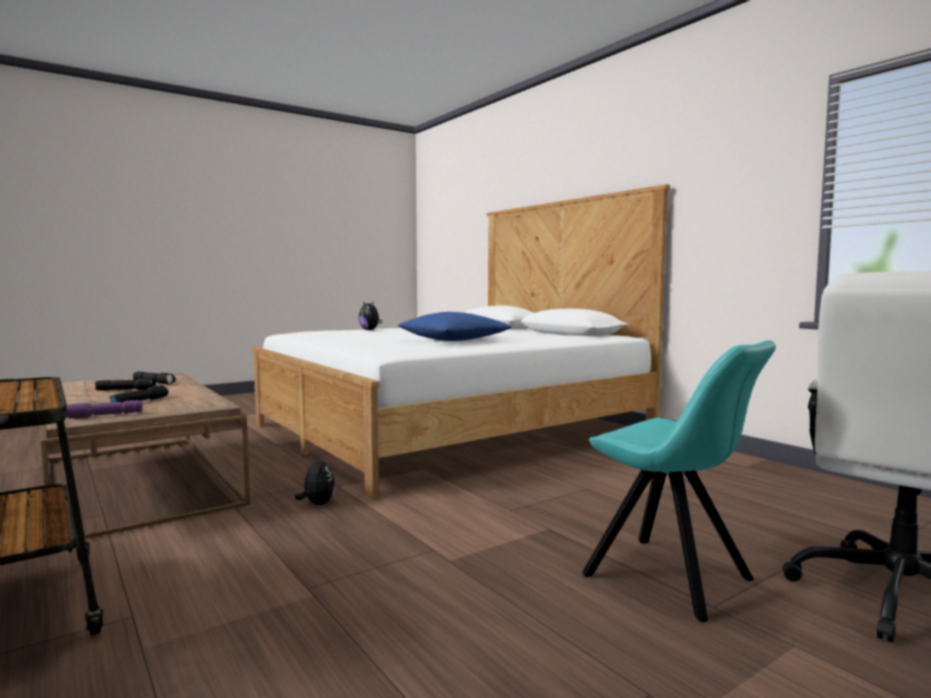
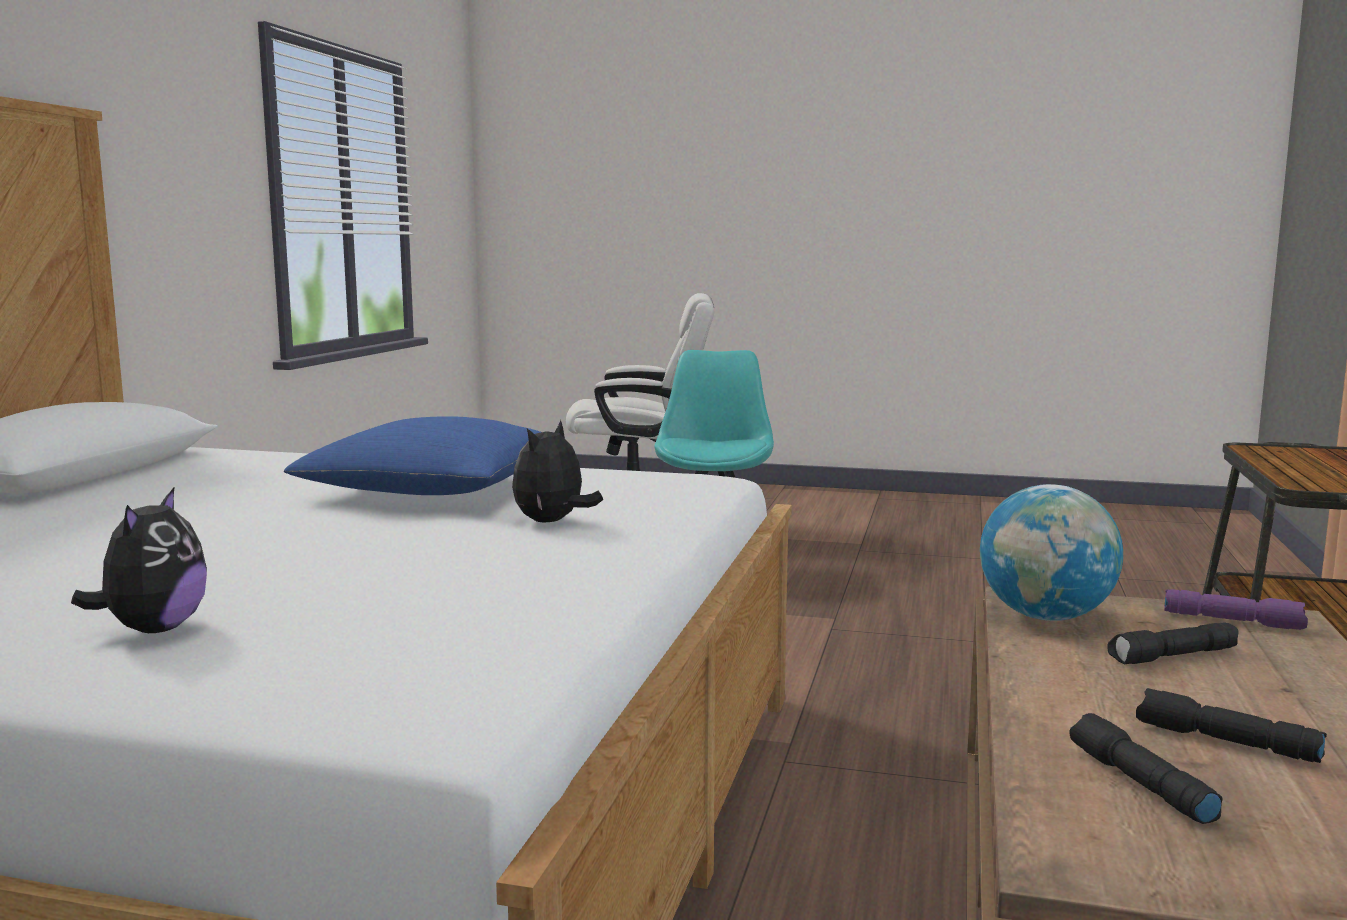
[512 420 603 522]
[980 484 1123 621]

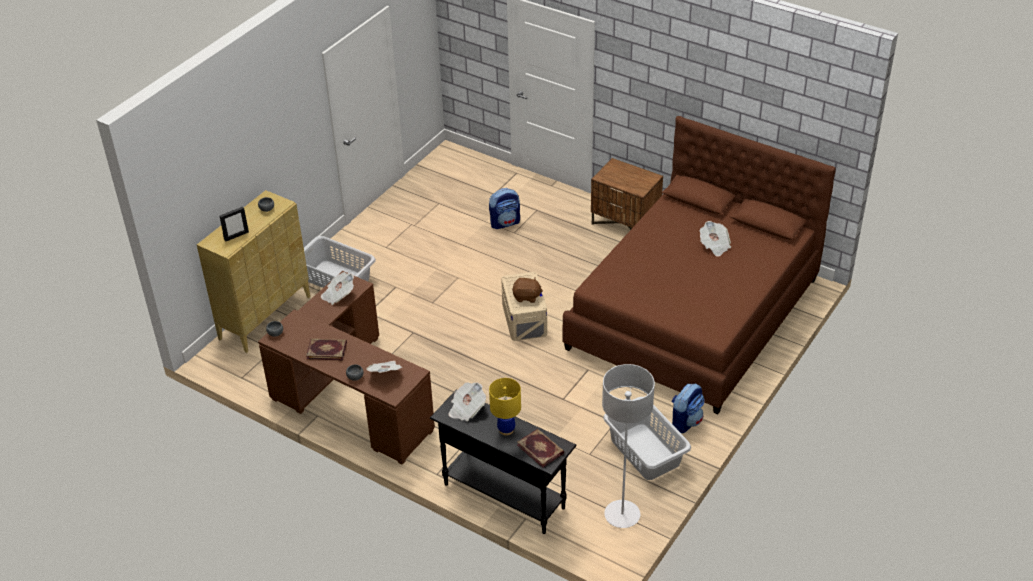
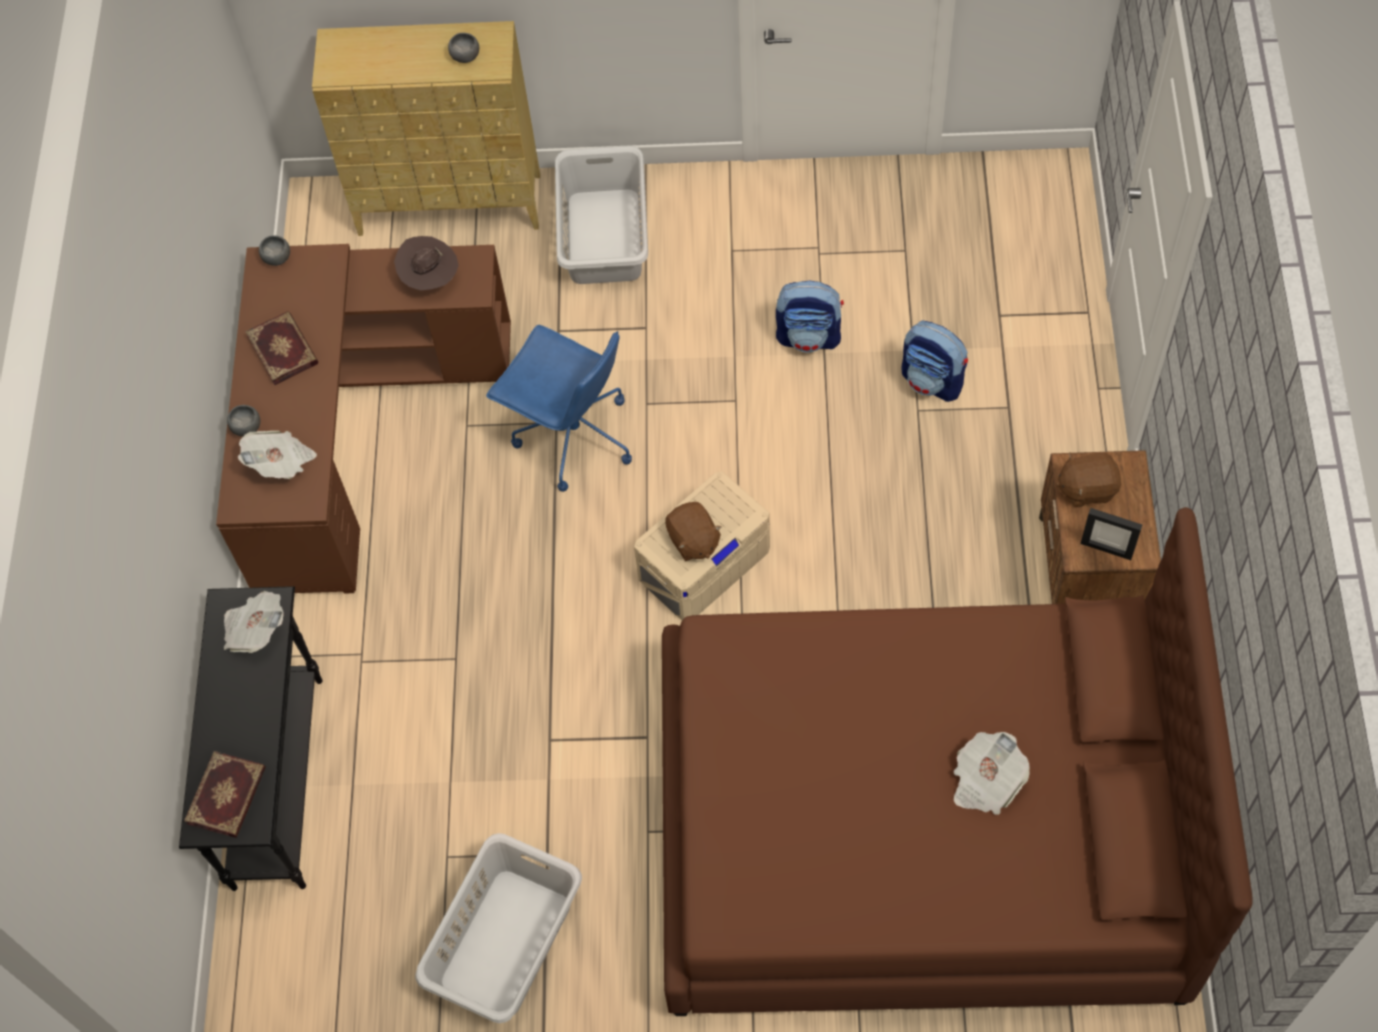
[1081 508 1142 560]
[394 236 459 290]
[489 378 521 435] (first image)
[602 364 655 528] (first image)
[776 281 844 353]
[486 325 632 492]
[1055 452 1121 507]

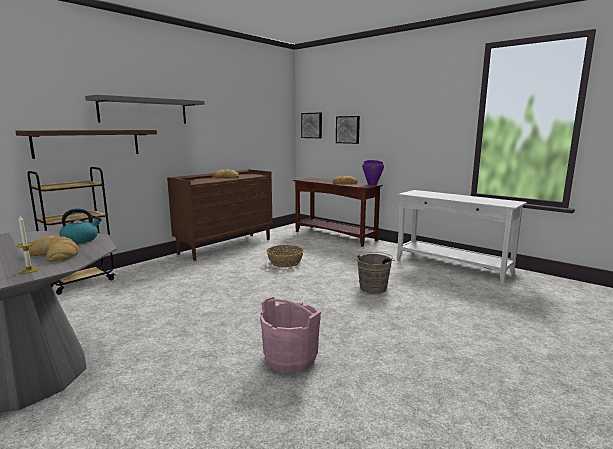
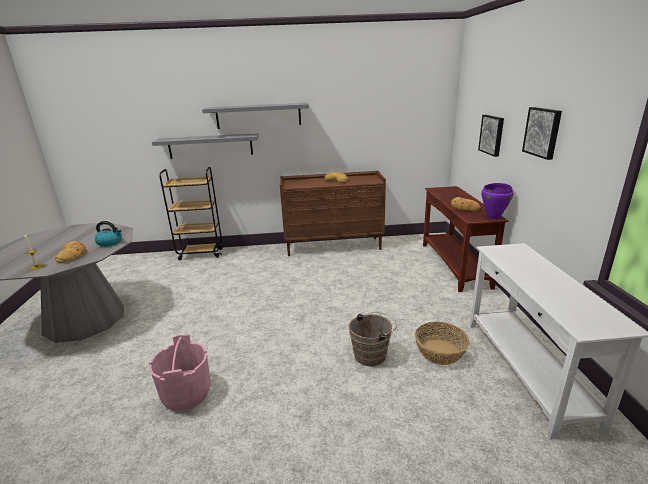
[152 133 259 159]
[415 322 469 365]
[522 107 562 160]

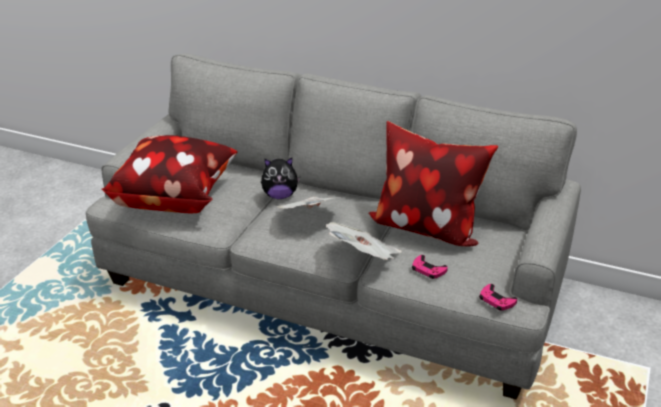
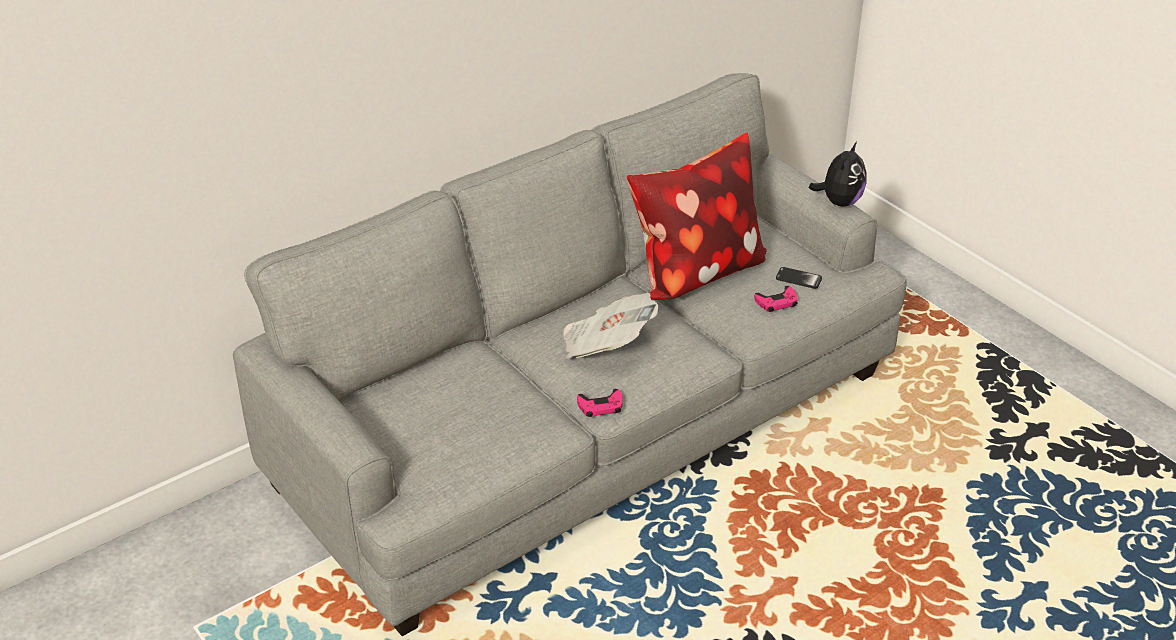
[102 135 237 213] (first image)
[809 142 867 207]
[326 222 402 260] (first image)
[577 389 622 417]
[776 267 822 289]

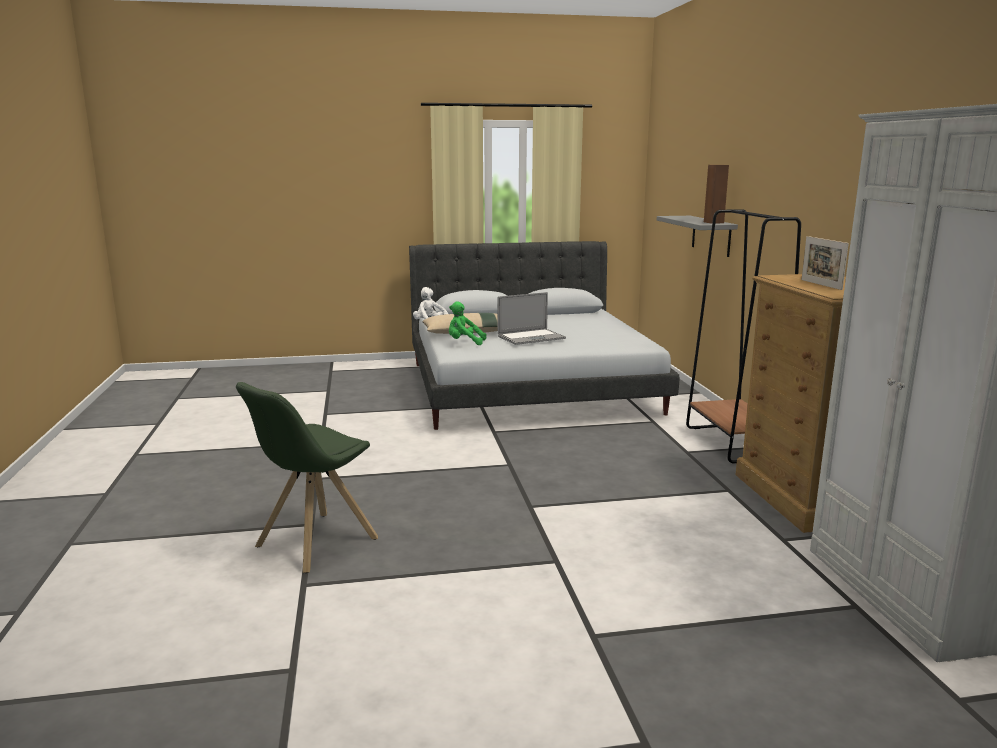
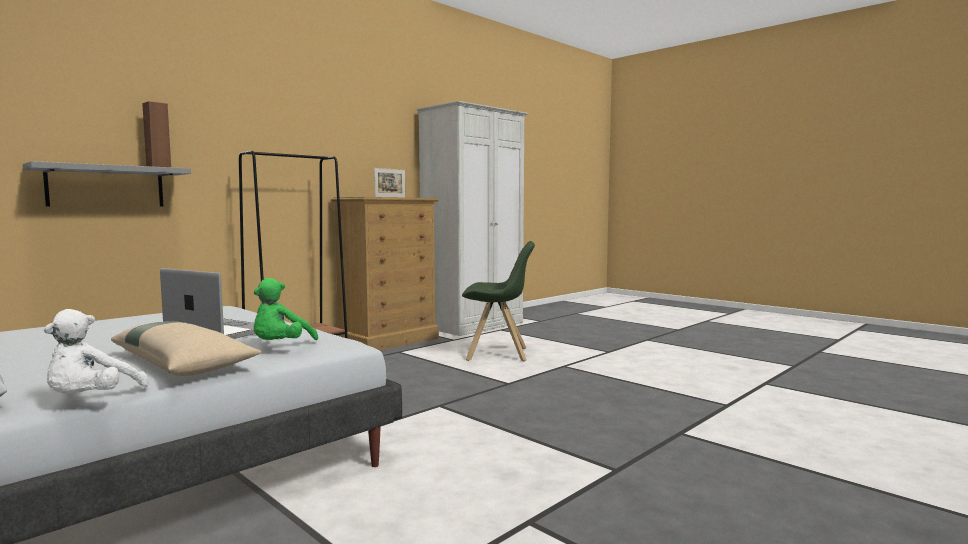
[462 241 535 361]
[254 278 318 340]

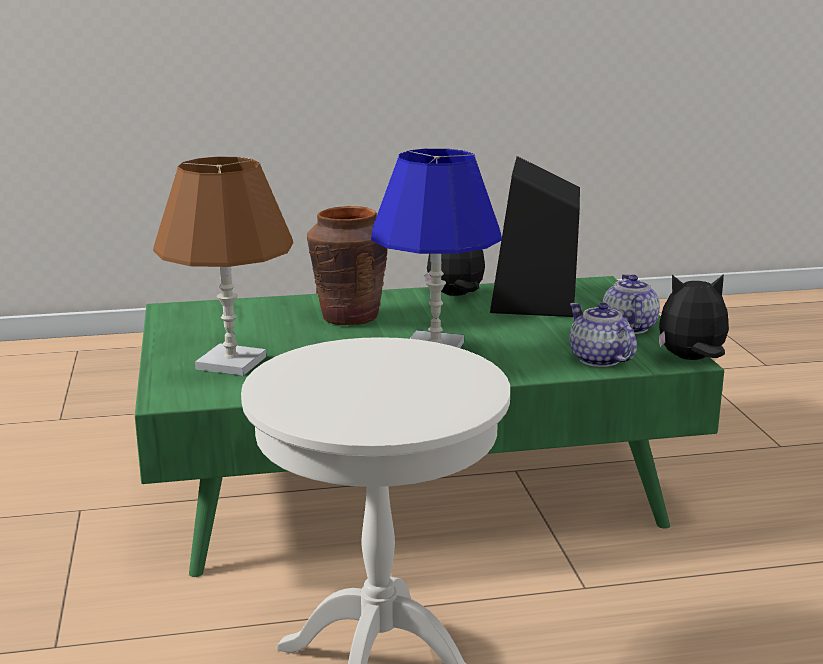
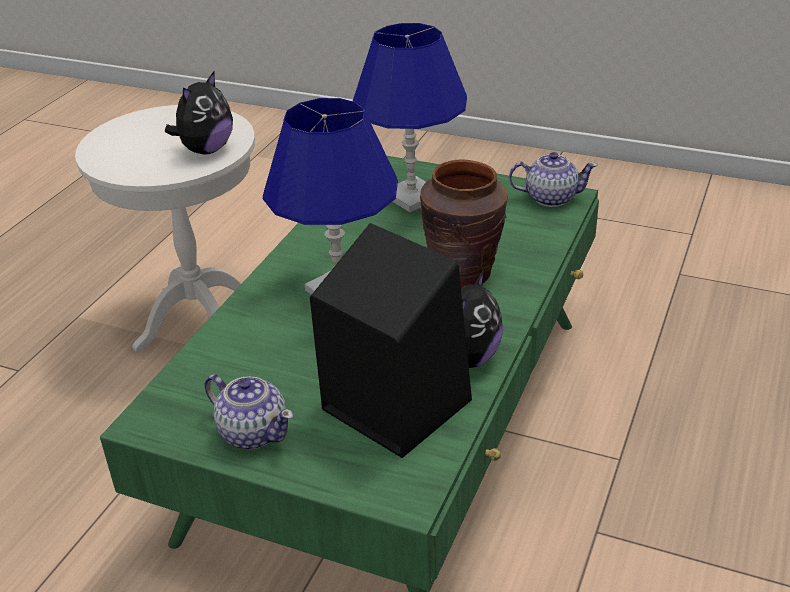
[353 23 467 212]
[509 152 598 207]
[165 71 233 154]

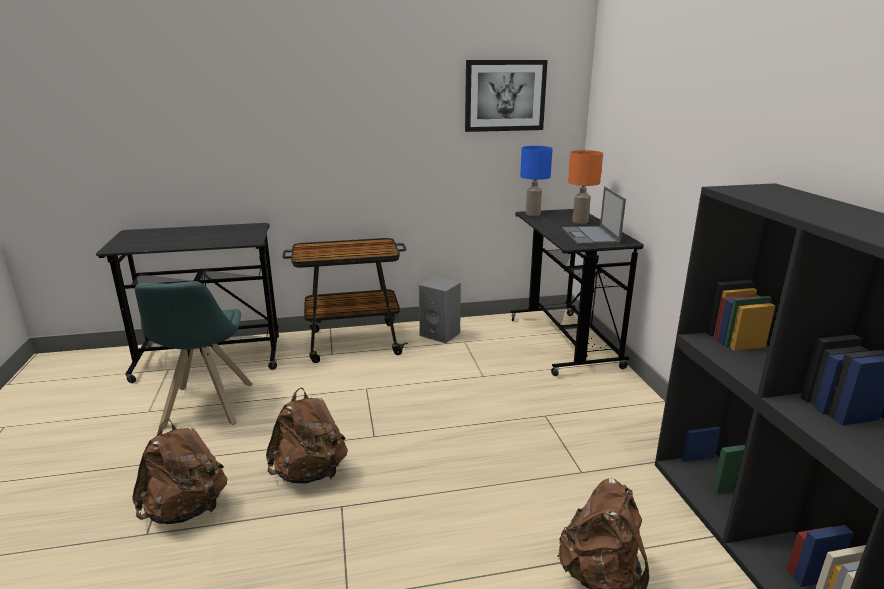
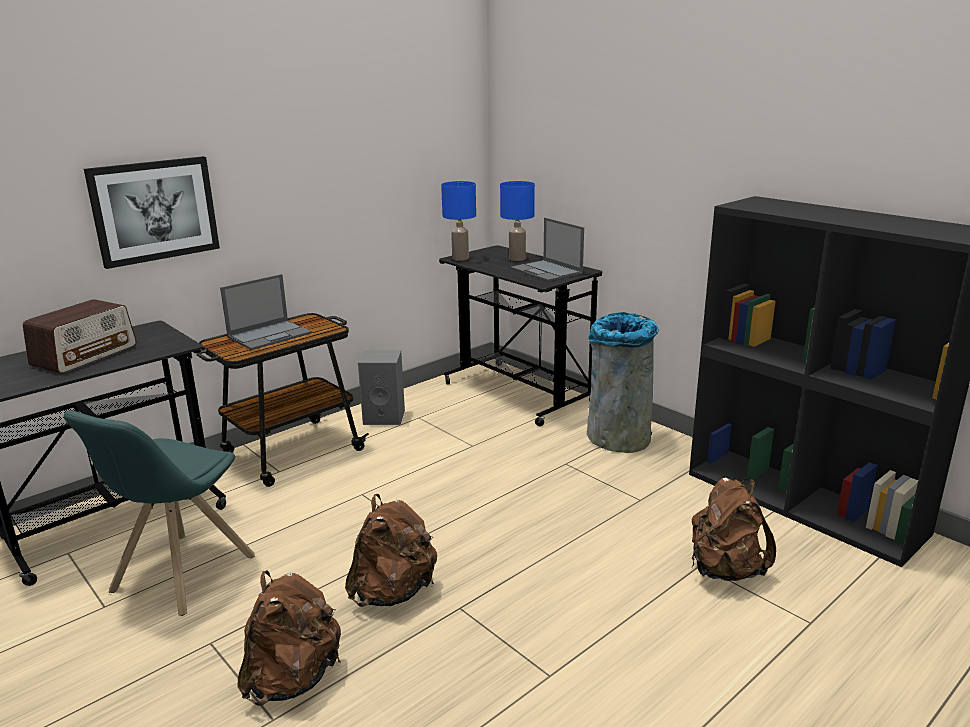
[64 410 255 616]
[84 156 220 269]
[500 181 535 261]
[23 299 136 374]
[220 274 312 350]
[587 312 659 453]

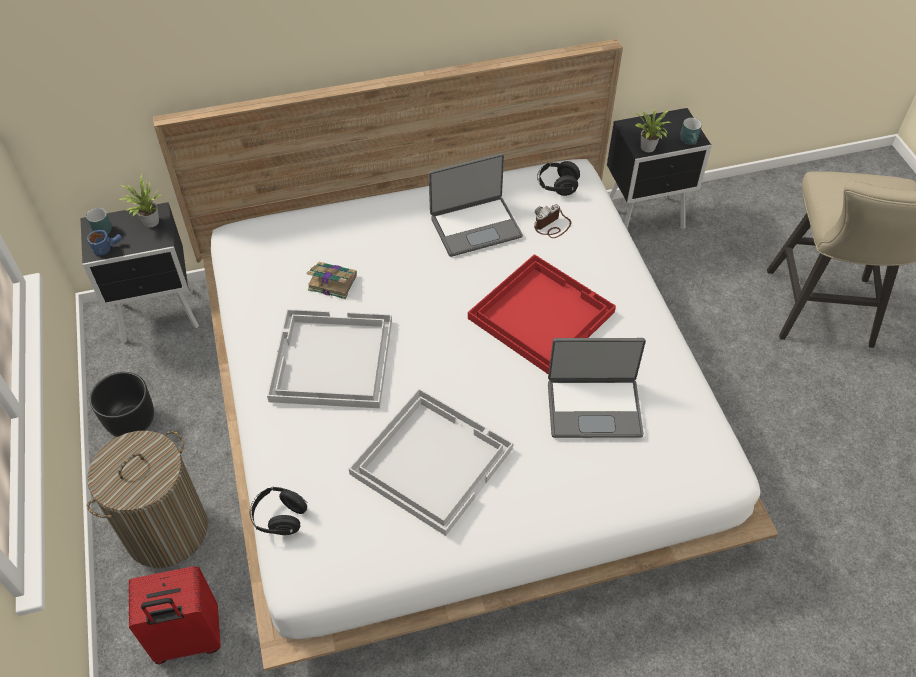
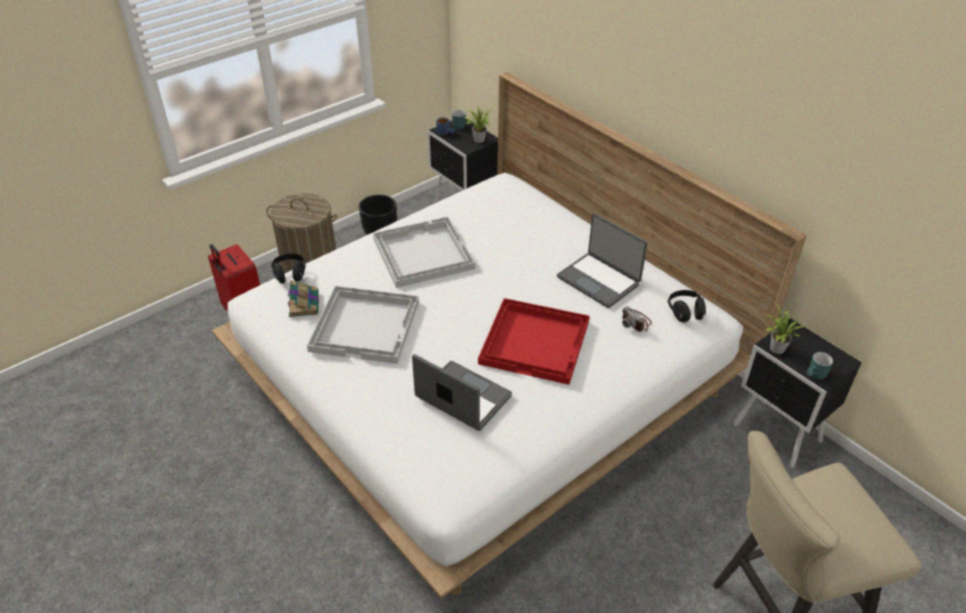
[288 280 319 317]
[622 306 652 332]
[412 354 512 431]

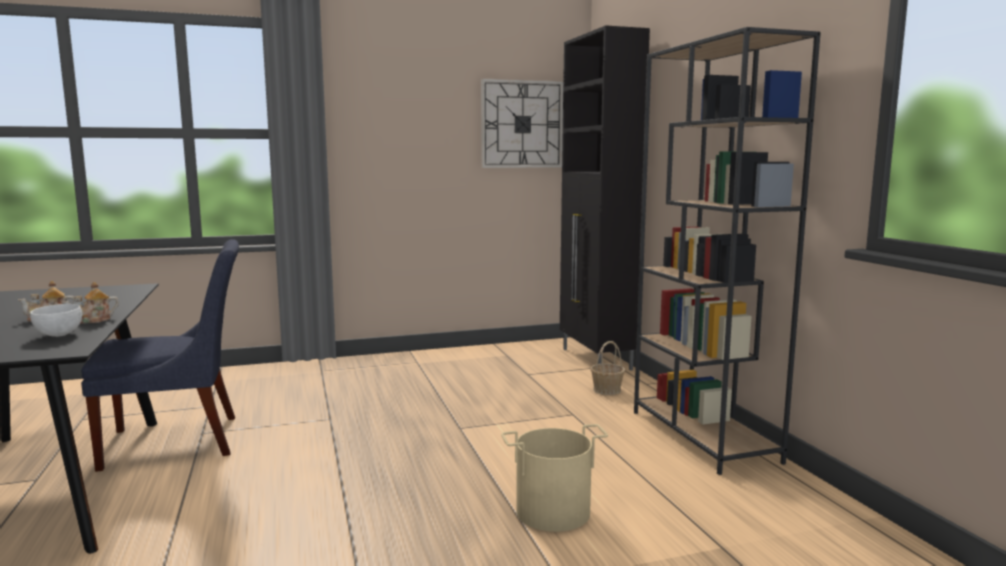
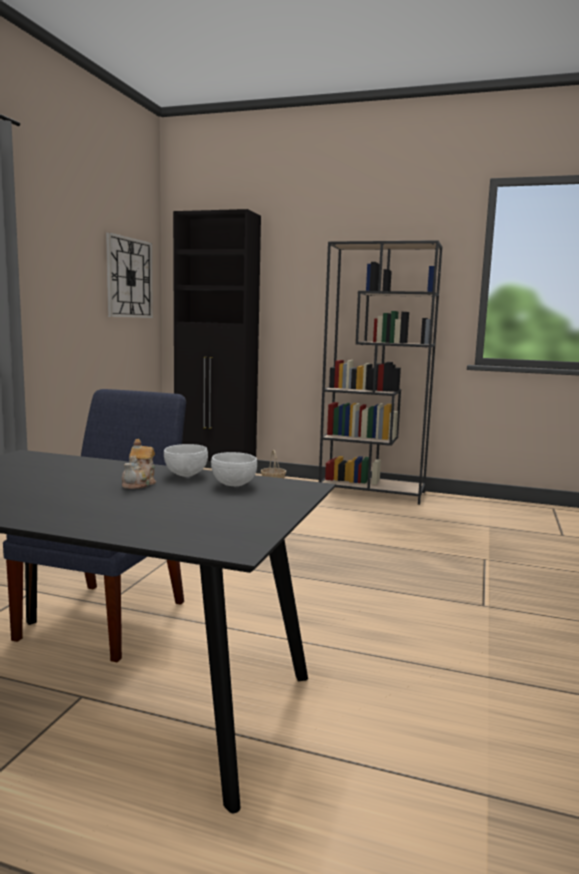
[164 444 208 477]
[501 424 608 532] (first image)

